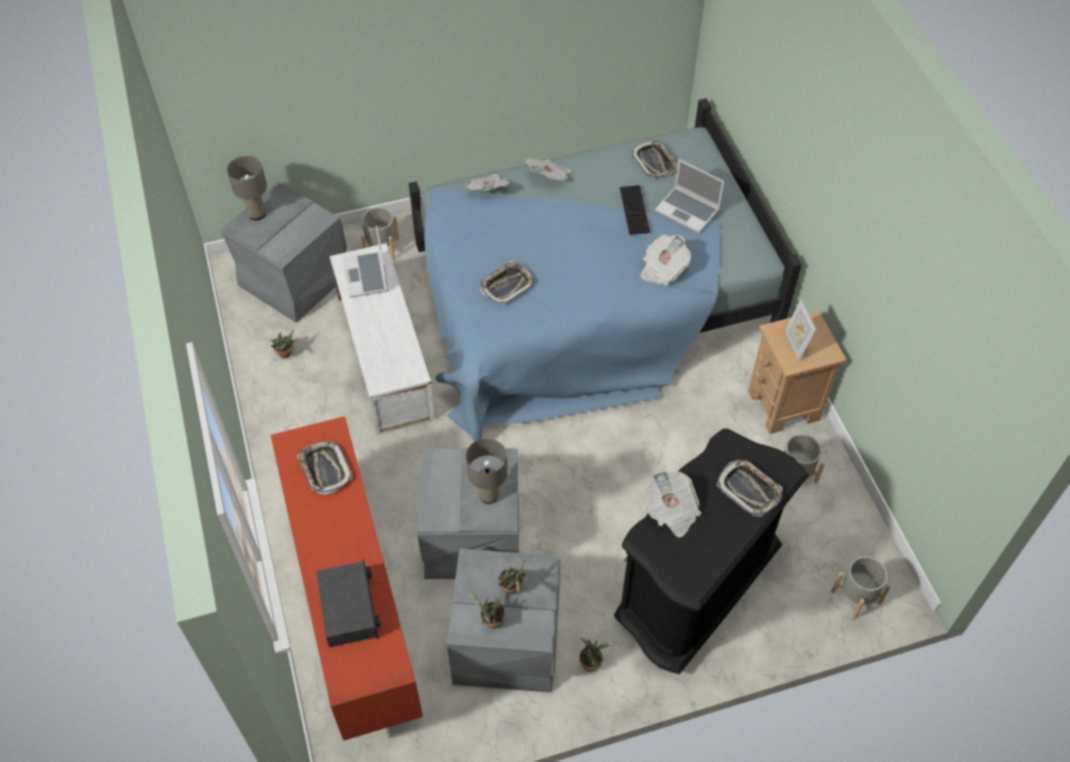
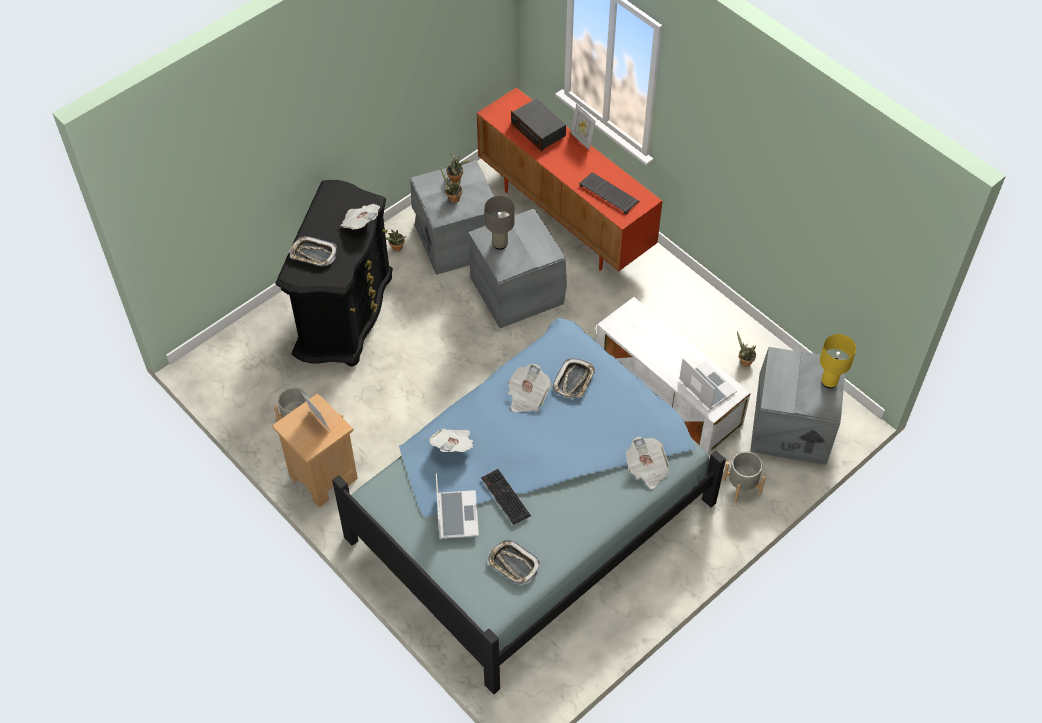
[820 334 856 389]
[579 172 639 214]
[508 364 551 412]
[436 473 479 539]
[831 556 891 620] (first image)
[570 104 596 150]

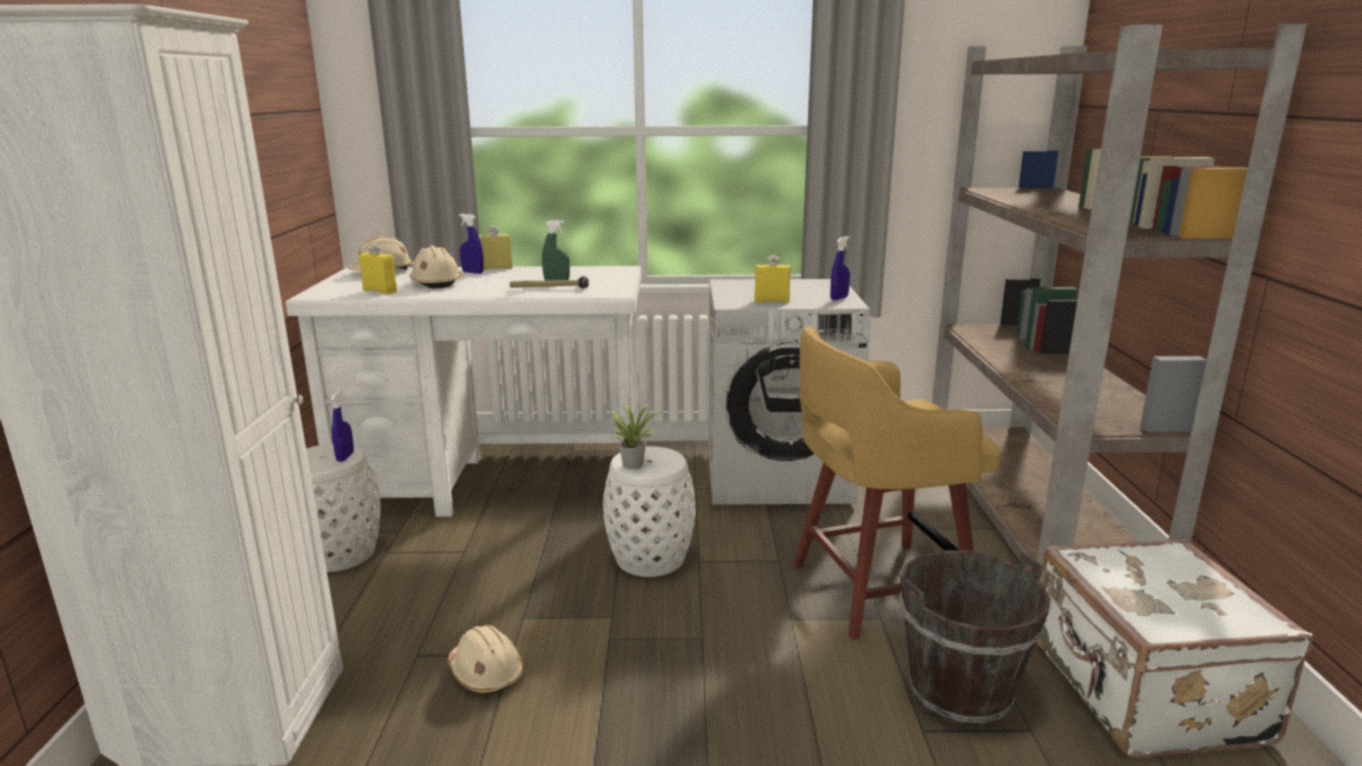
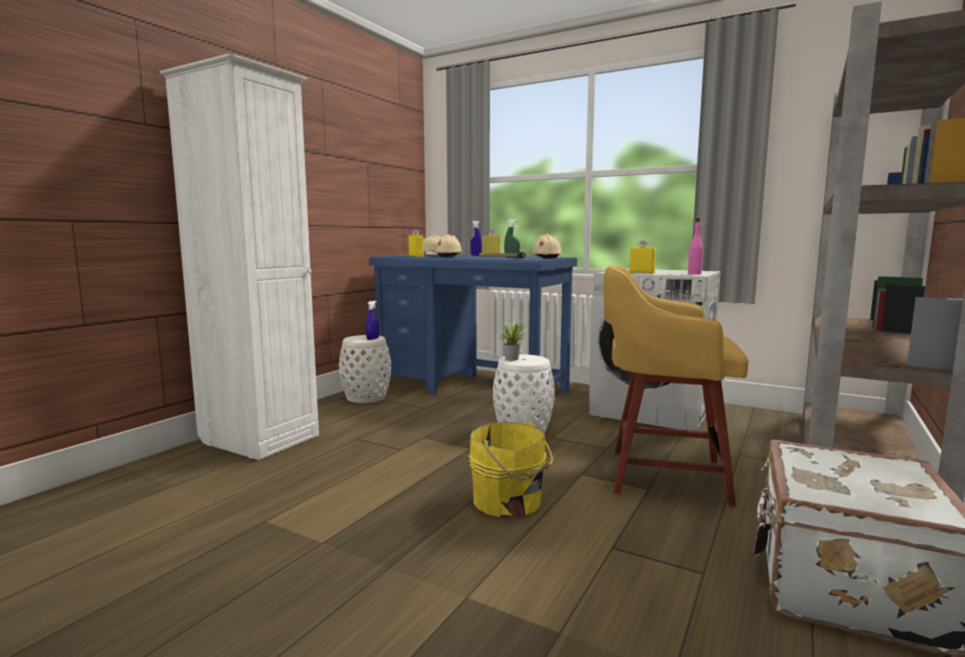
[369 254 577 410]
[531 234 563 259]
[688 218 703 275]
[899 550 1051 727] (first image)
[469 420 553 518]

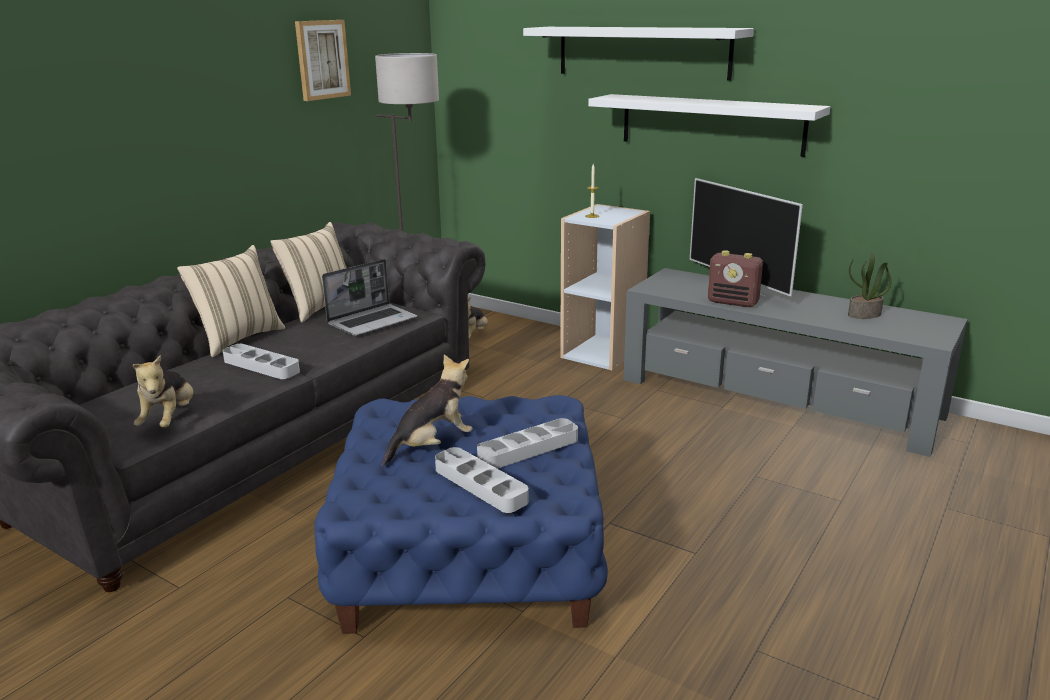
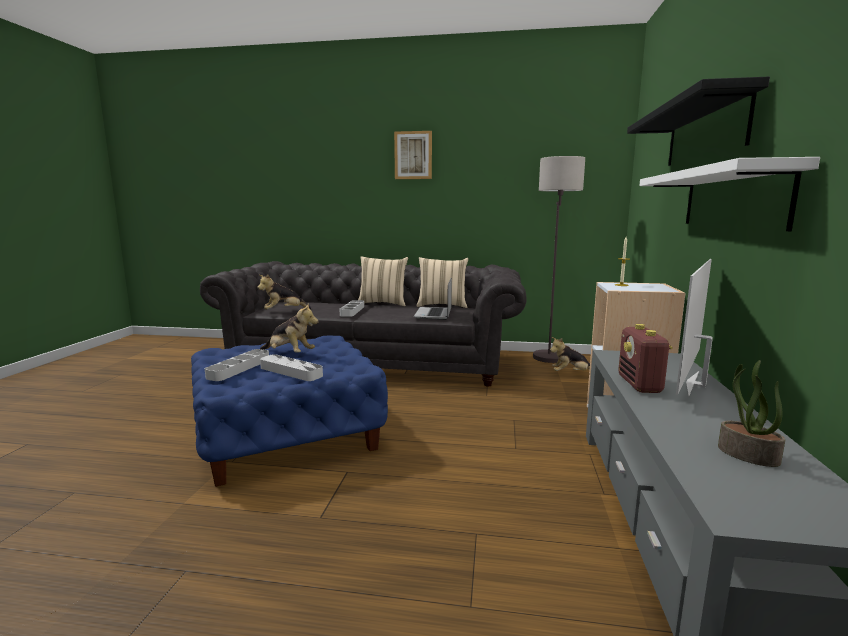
[394 131 432 179]
[414 278 452 320]
[627 77 770 166]

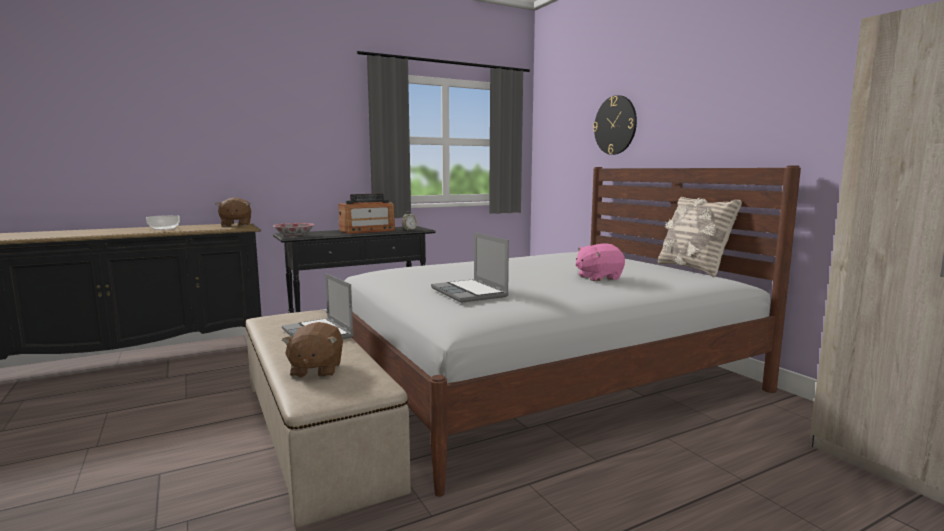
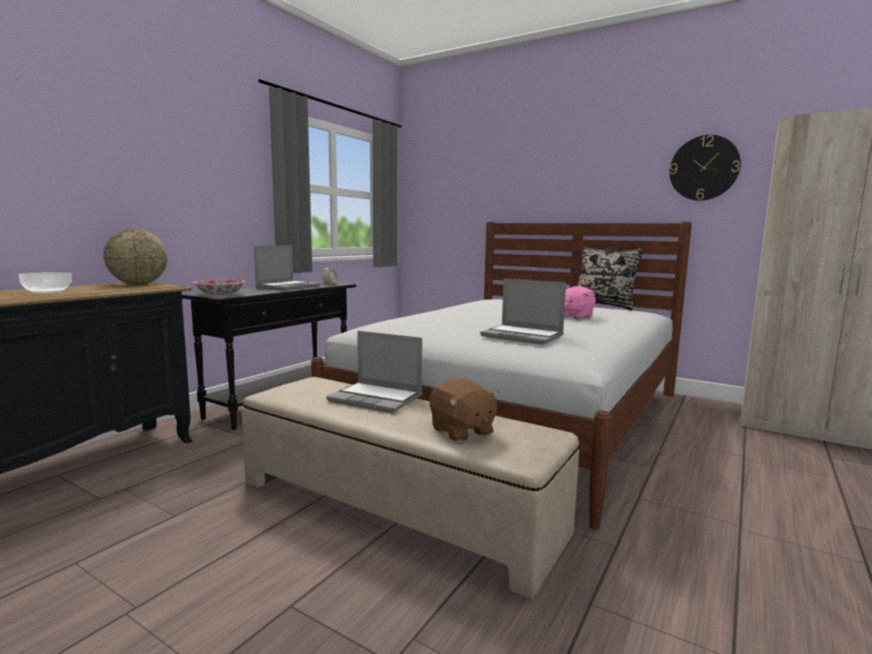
[103 229 168 285]
[254 245 320 291]
[669 135 741 201]
[577 247 644 311]

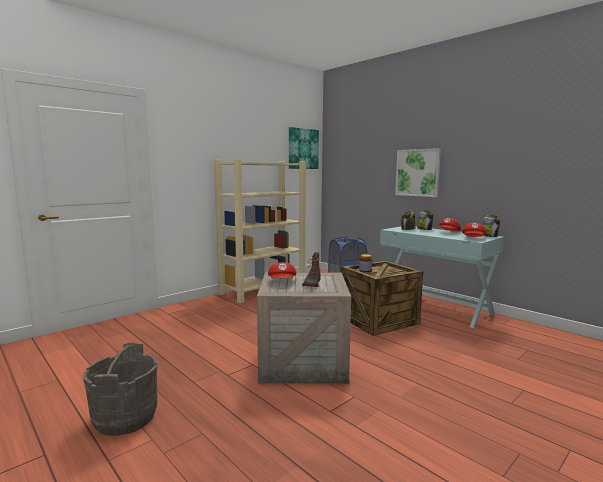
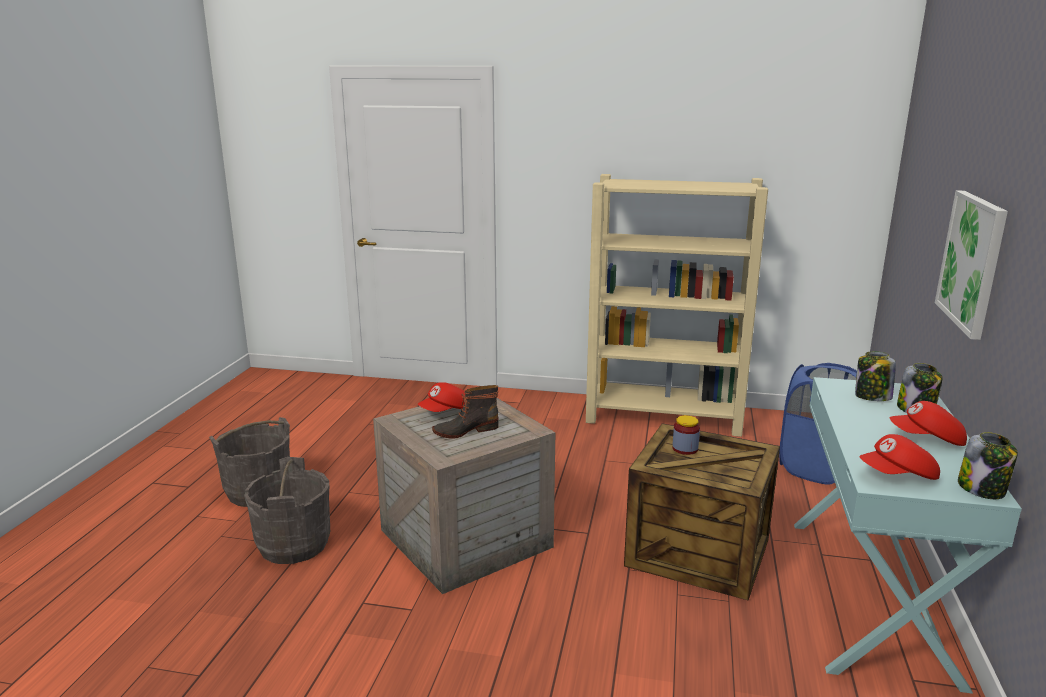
[289 127 319 169] (first image)
[244 457 330 564]

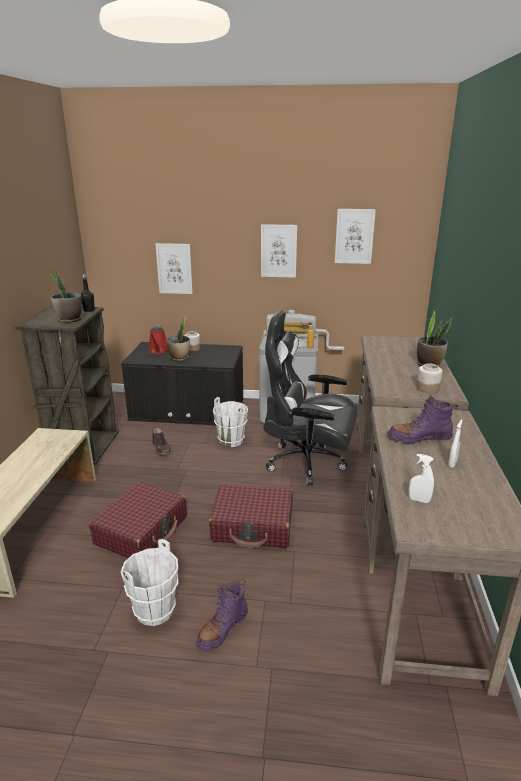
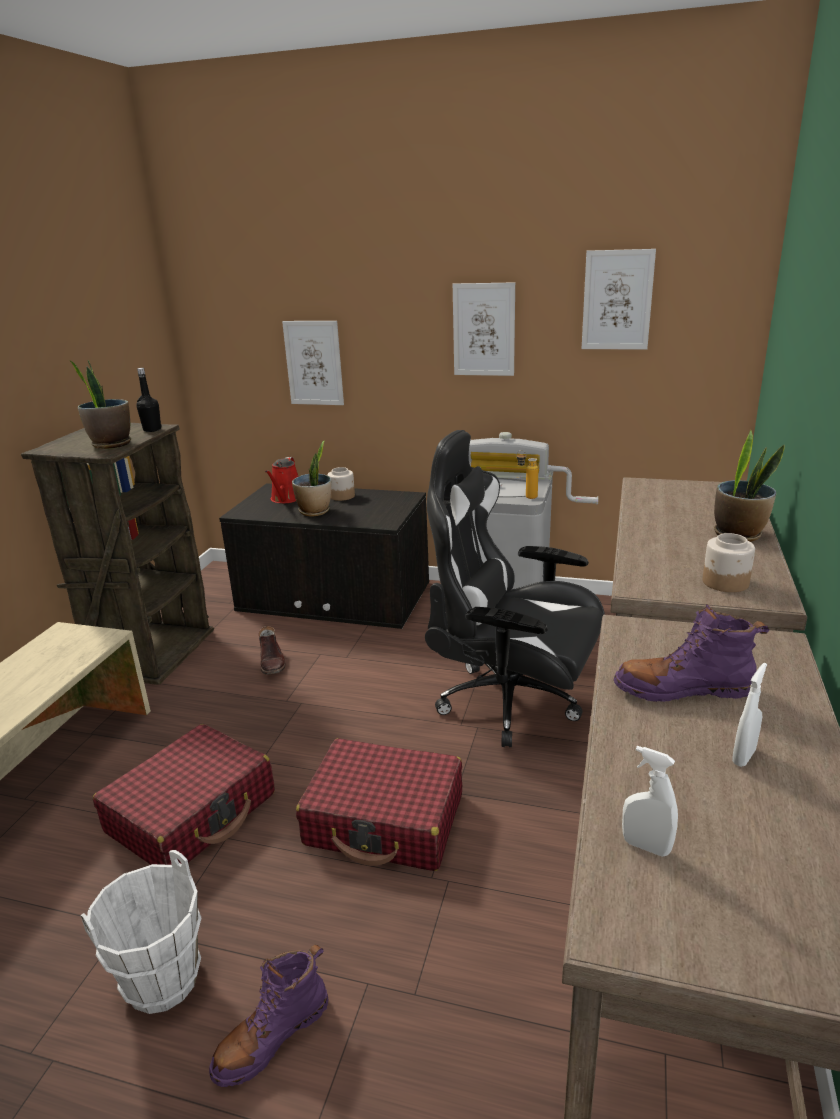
[213 397 248 447] (first image)

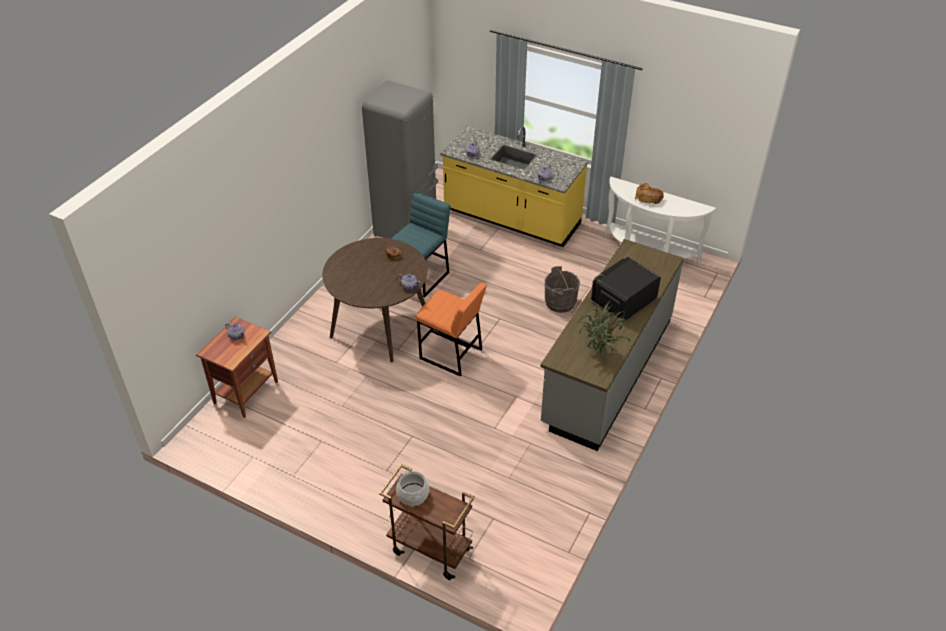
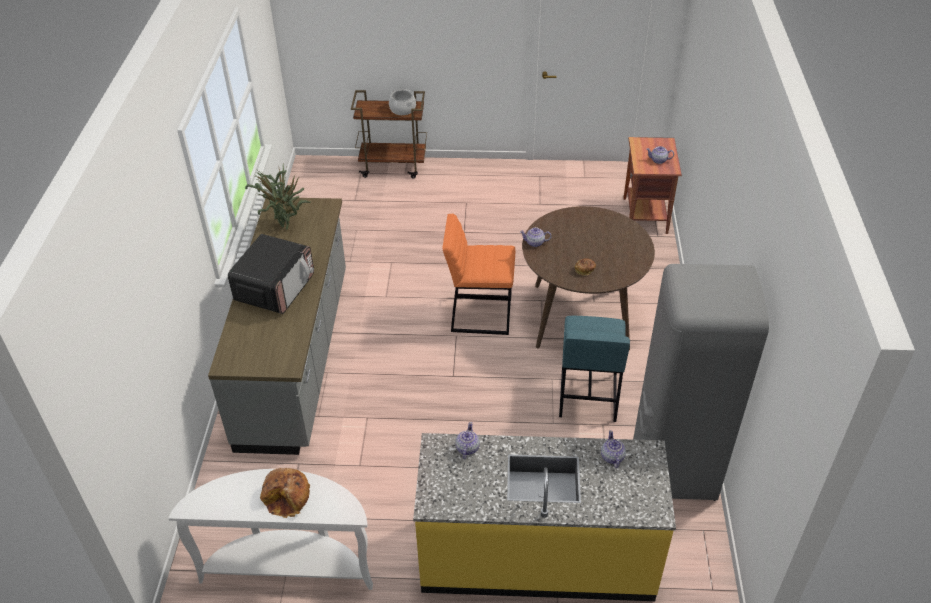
[545 266 580 313] (first image)

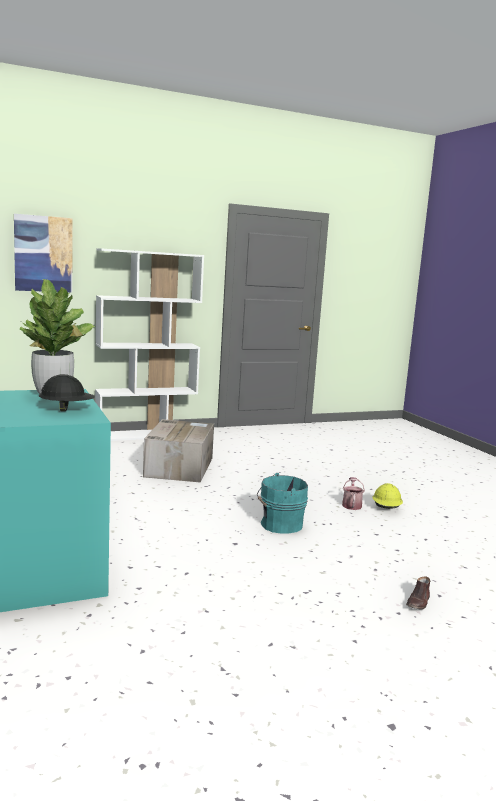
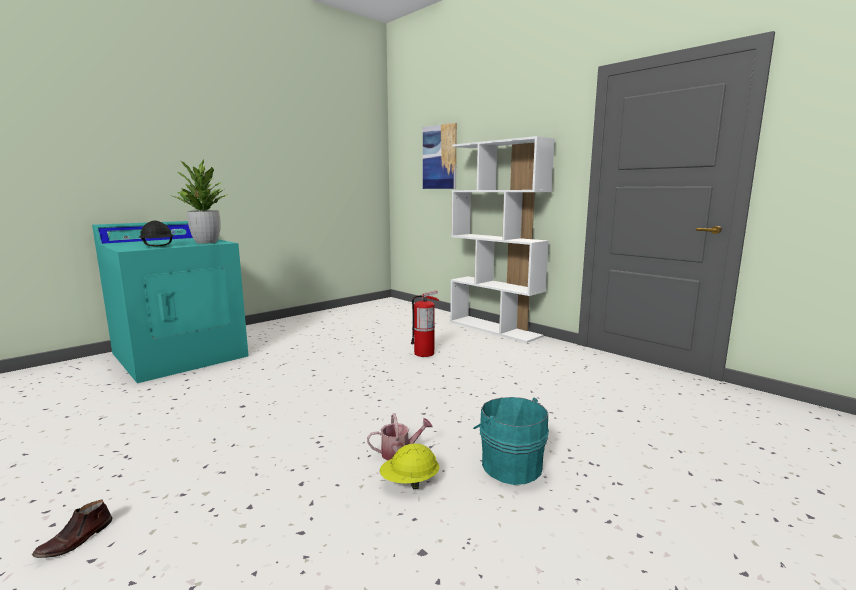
[411 290 439 357]
[473 397 549 485]
[32 500 113 558]

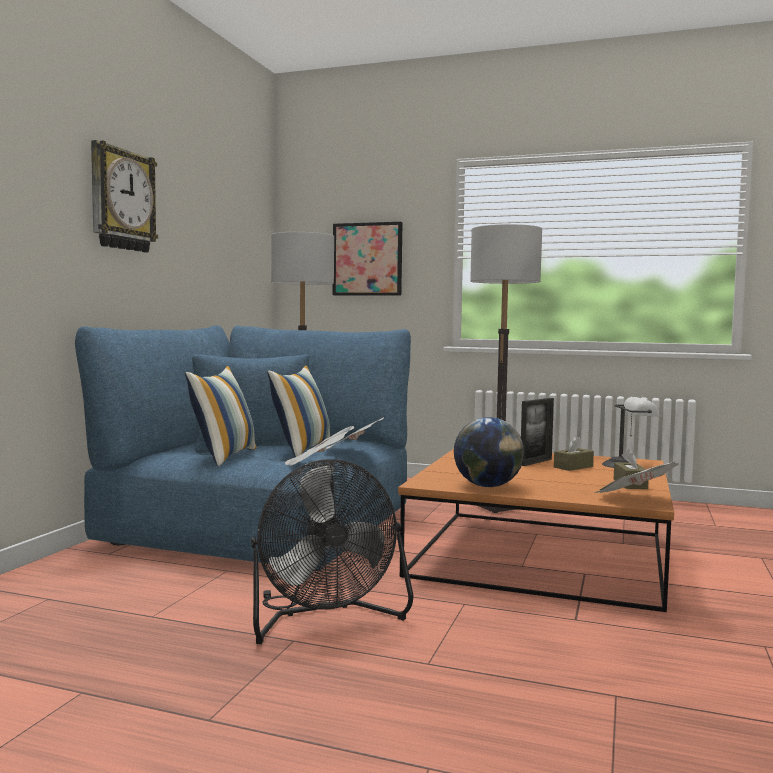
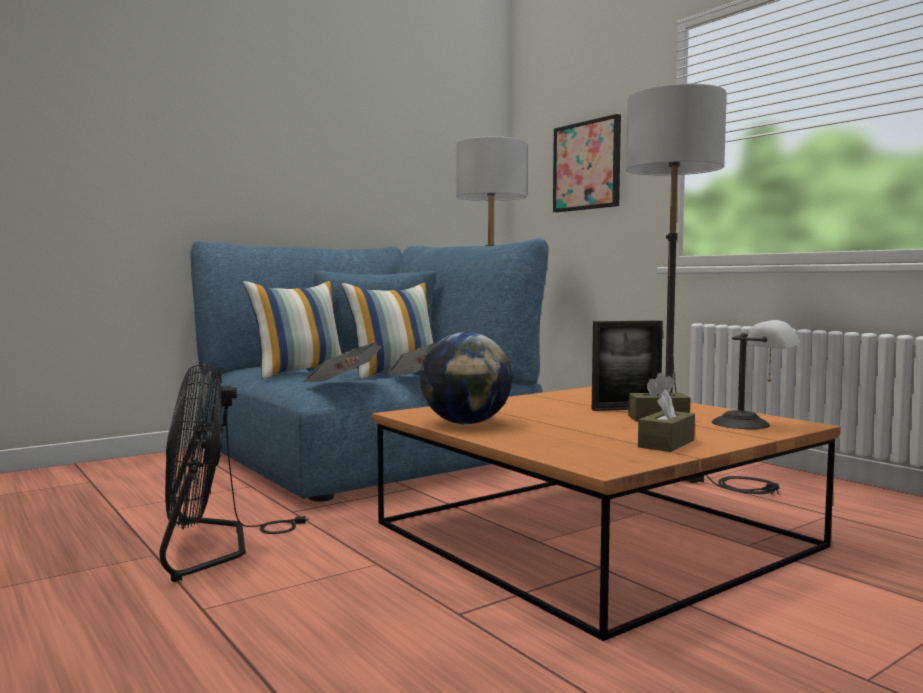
[91 140 158 252] (first image)
[160 362 309 582]
[594 461 679 493] (first image)

